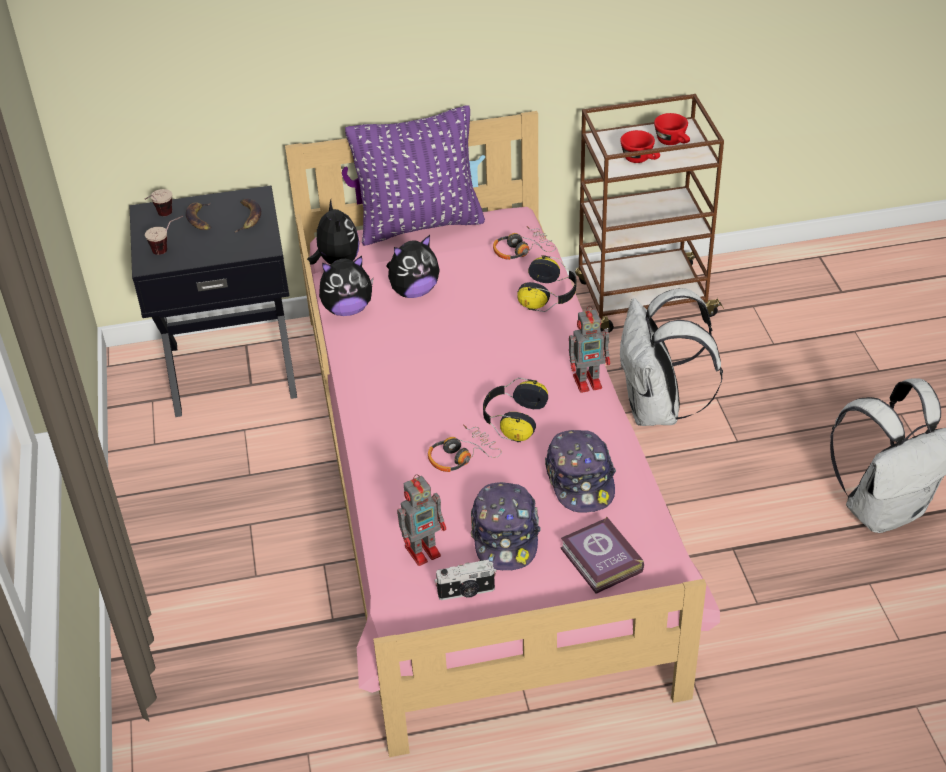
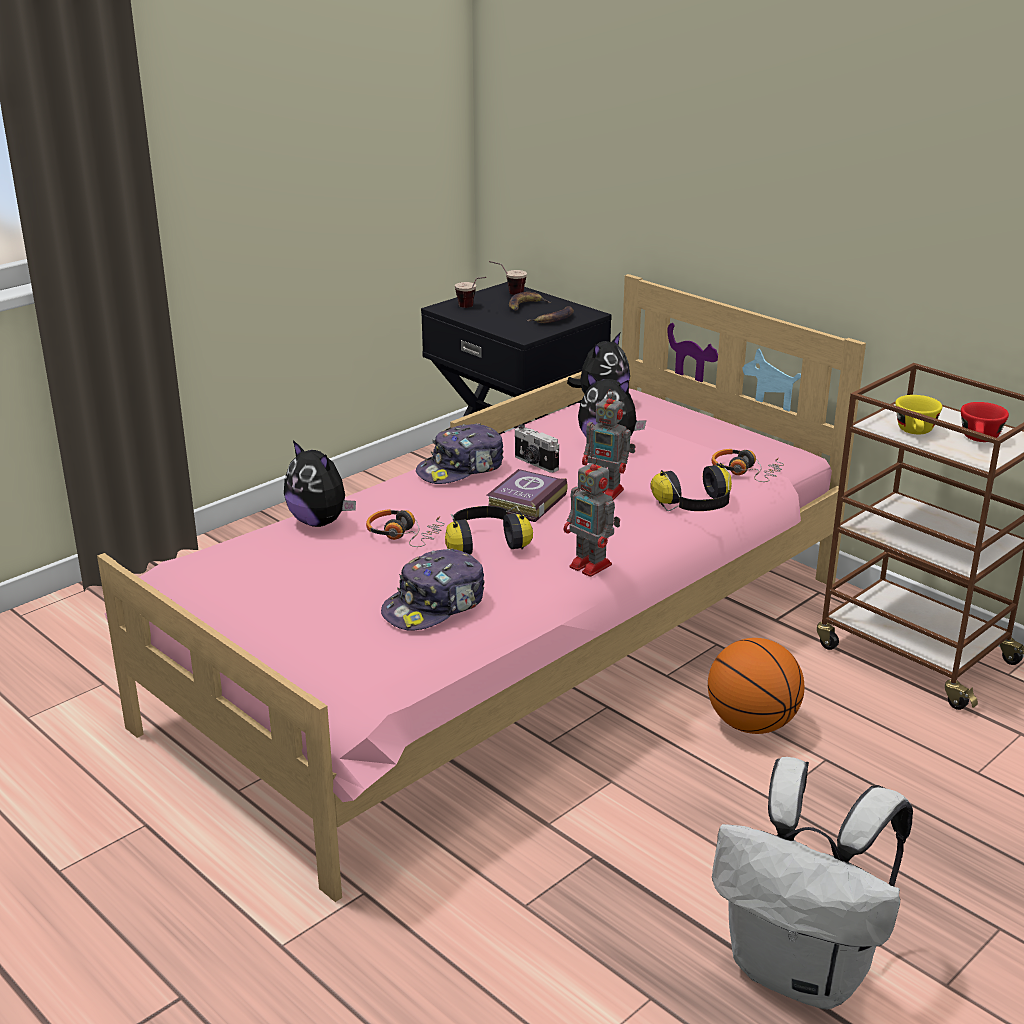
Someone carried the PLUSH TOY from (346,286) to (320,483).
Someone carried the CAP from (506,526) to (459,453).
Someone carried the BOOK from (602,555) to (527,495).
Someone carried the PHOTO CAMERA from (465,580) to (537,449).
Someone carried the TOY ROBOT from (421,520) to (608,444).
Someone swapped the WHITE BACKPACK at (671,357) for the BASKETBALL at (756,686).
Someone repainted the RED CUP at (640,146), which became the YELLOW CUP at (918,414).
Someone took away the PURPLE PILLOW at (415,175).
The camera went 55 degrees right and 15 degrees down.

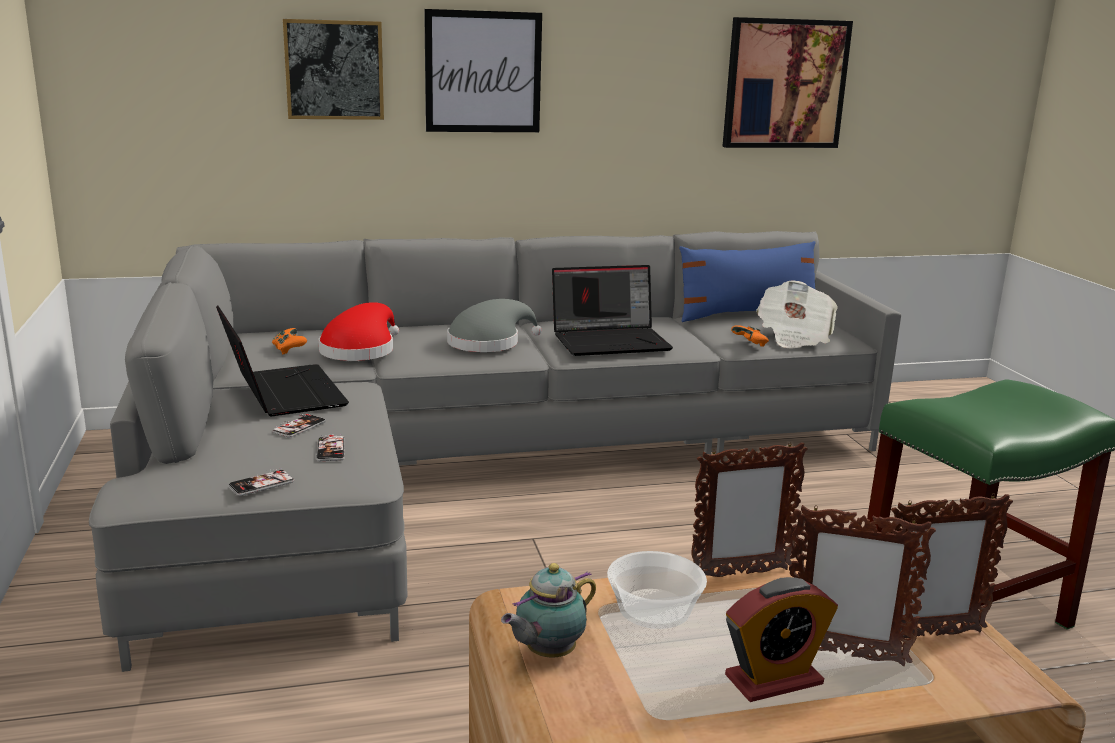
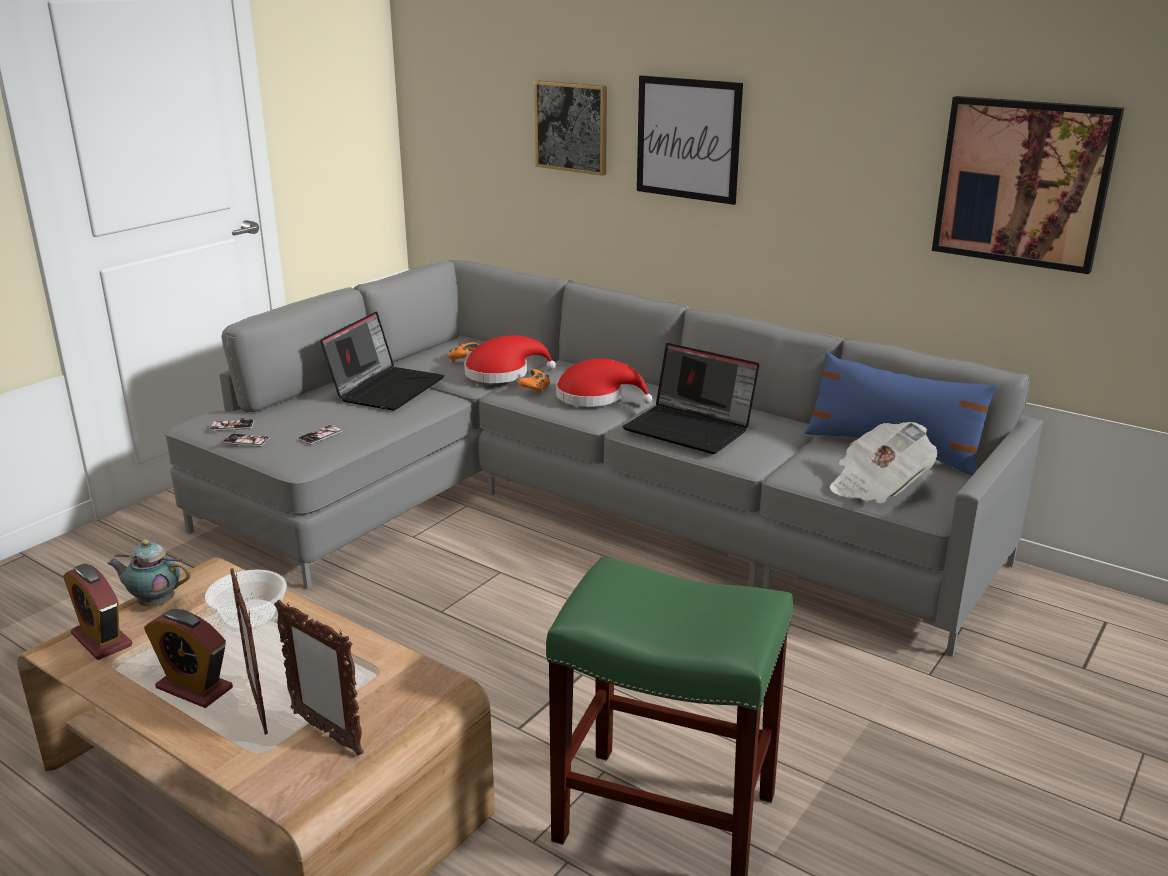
Someone put down the ALARM CLOCK at (97,612).
Someone carried the PHONE from (299,426) to (231,424).
Someone carried the ORANGE GAME CONTROLLER from (750,336) to (534,381).
Someone repainted the GREY HAT at (494,325), which became the RED HAT at (604,382).
Someone took away the PICTURE FRAME at (749,509).
The camera went 50 degrees right and 5 degrees up.

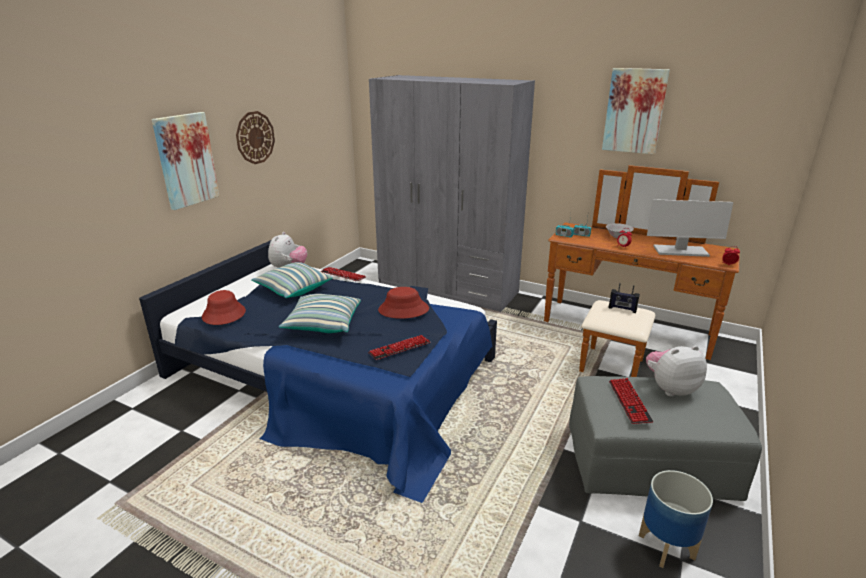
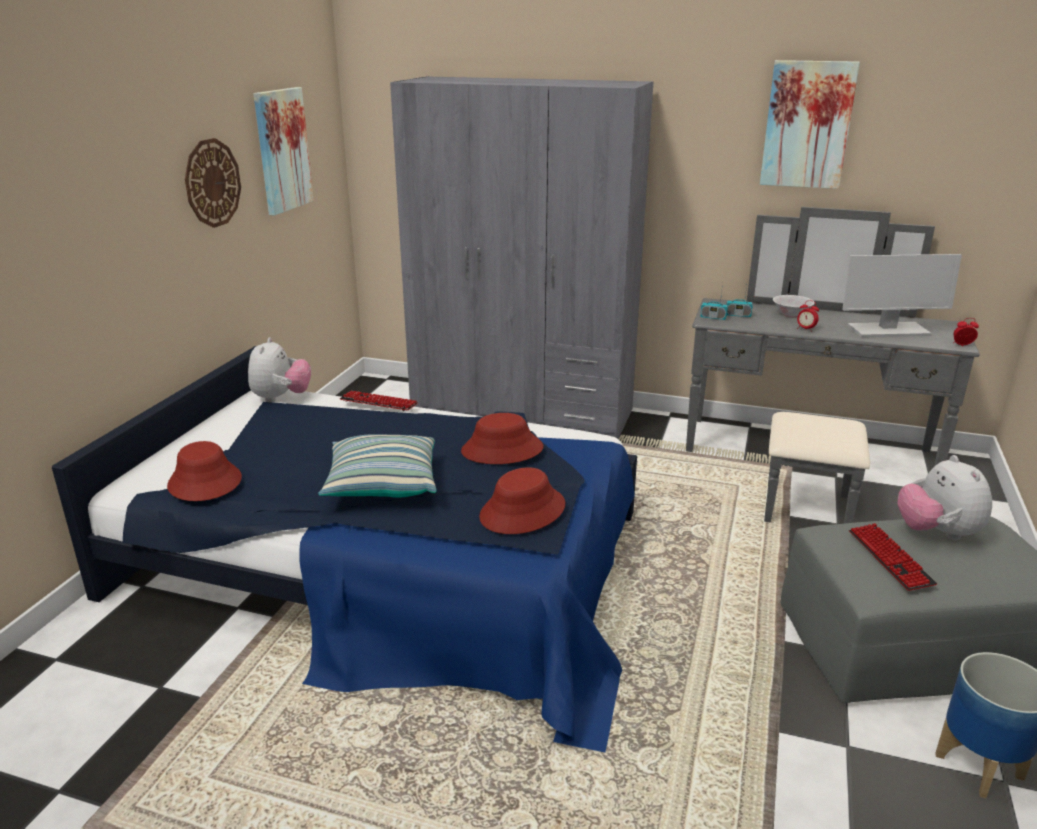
Someone carried the PICTURE from (185,161) to (283,151).
Someone swapped the KEYBOARD at (399,347) for the RED HAT at (522,500).
Someone repainted the BROWN DRESSER at (642,271), which became the GREY DRESSER at (833,365).
Someone rotated the PLUSH TOY at (676,371) by 75 degrees counterclockwise.
Someone took away the PILLOW at (292,280).
Someone took away the RADIO at (624,298).
The camera went 10 degrees left and 0 degrees up.

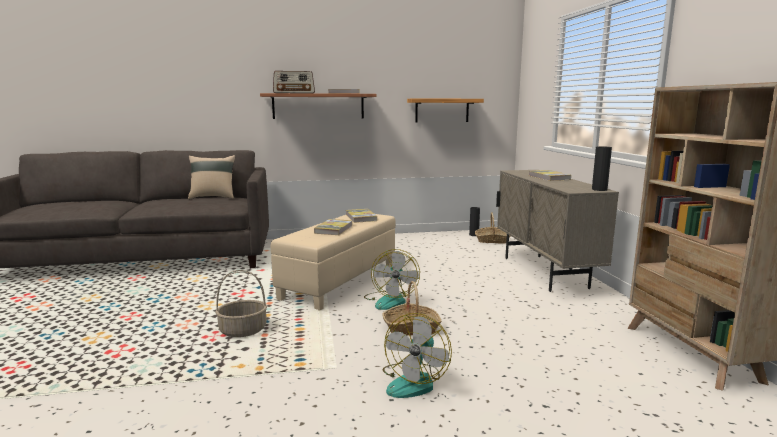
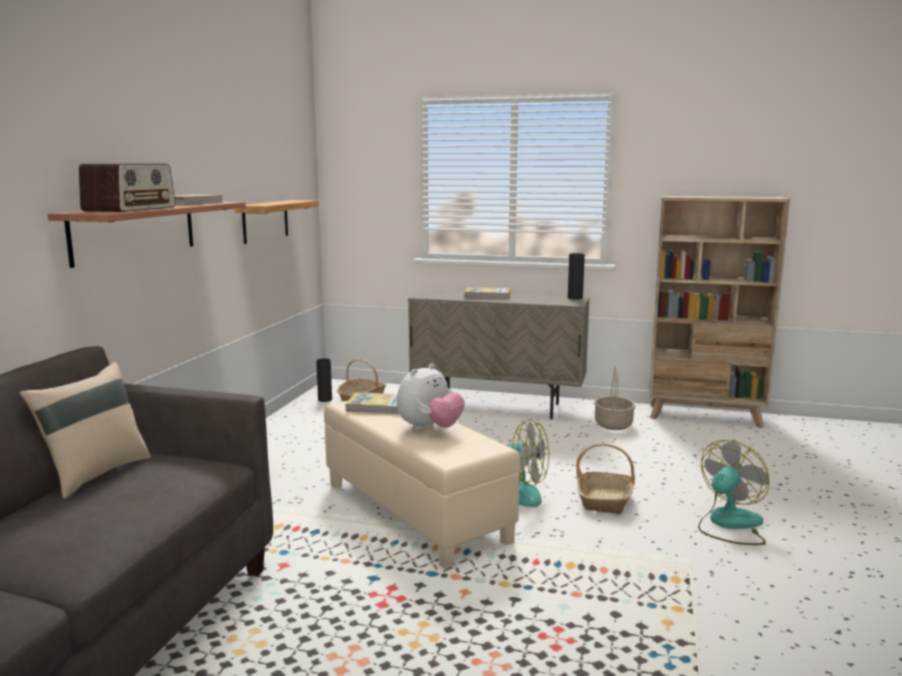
Someone swapped the BOOK at (333,227) for the PLUSH TOY at (431,397).
Someone carried the BASKET from (241,303) to (615,398).
Someone rotated the FAN at (417,355) by 90 degrees counterclockwise.
The camera went 65 degrees left and 0 degrees up.

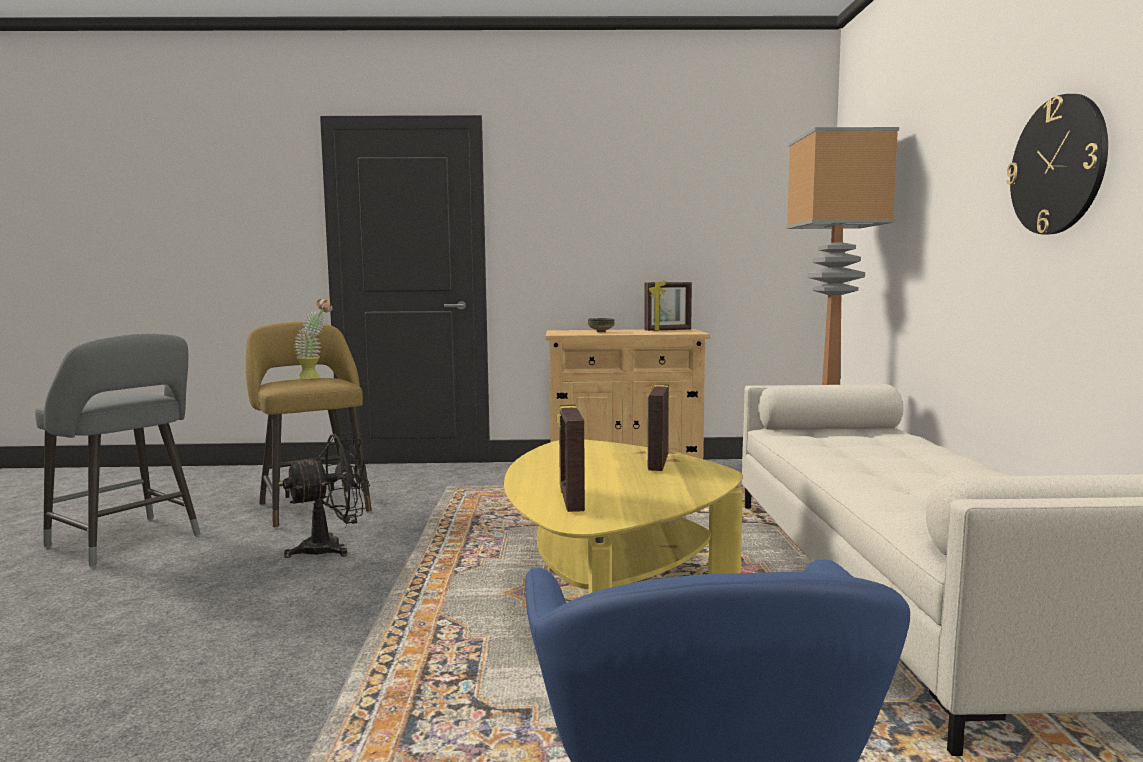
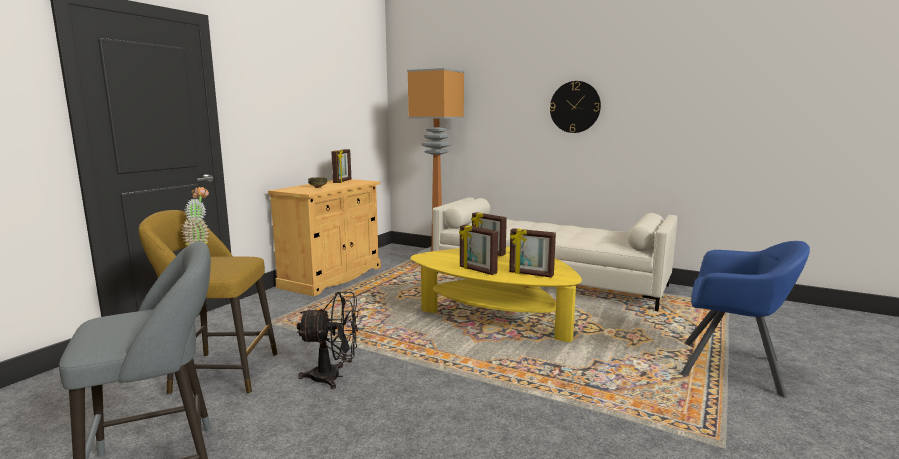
Someone rotated the BLACK FAN at (326,495) by 90 degrees clockwise.
Someone put down the PICTURE FRAME at (478,250).
The camera went 60 degrees left and 5 degrees up.

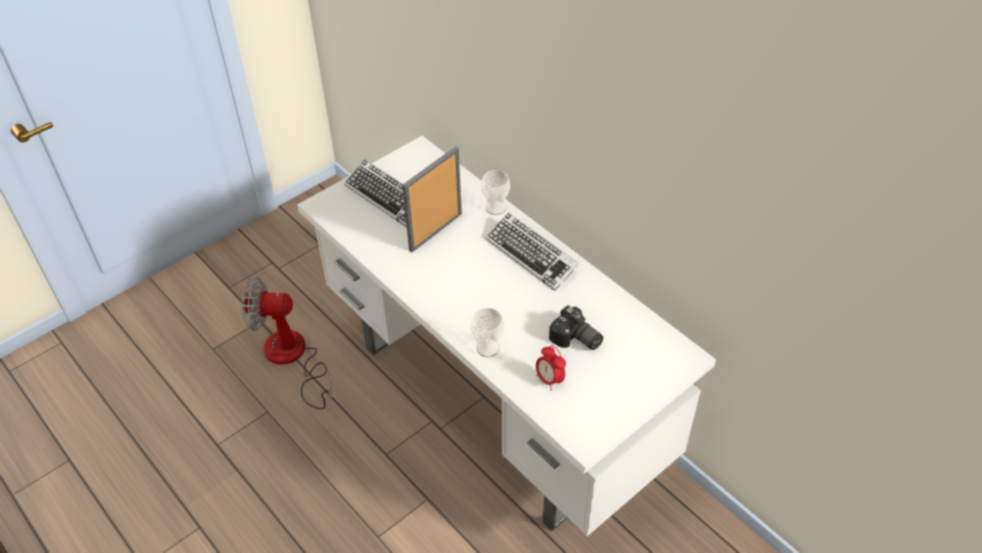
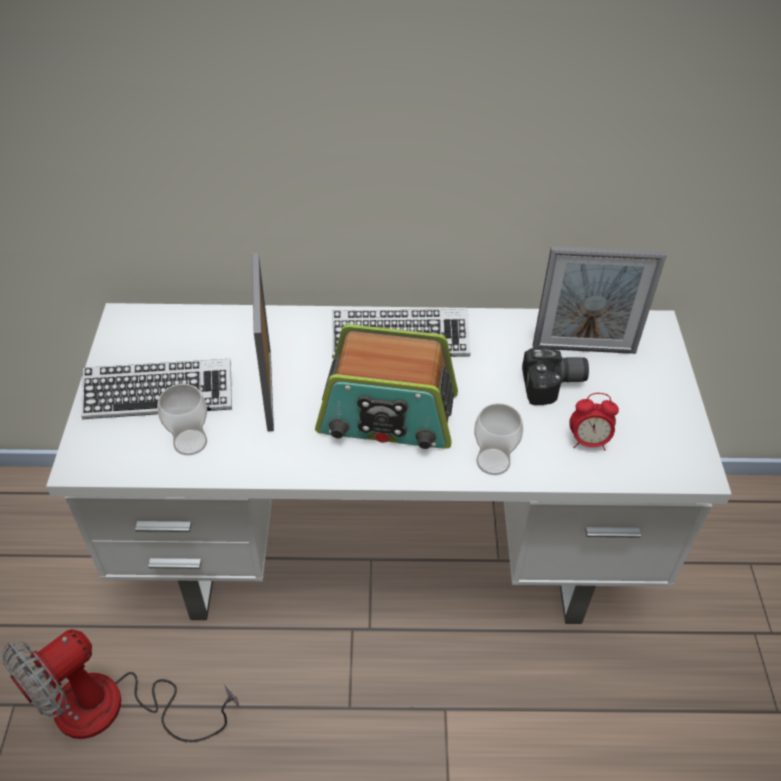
Someone carried the CUP from (495,192) to (182,419).
Someone put down the RADIO at (386,386).
Someone put down the PICTURE FRAME at (600,300).
The camera went 50 degrees left and 0 degrees up.

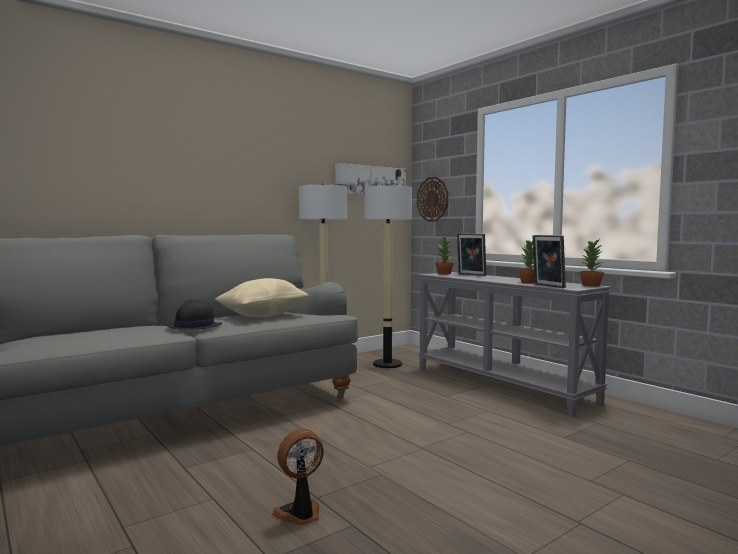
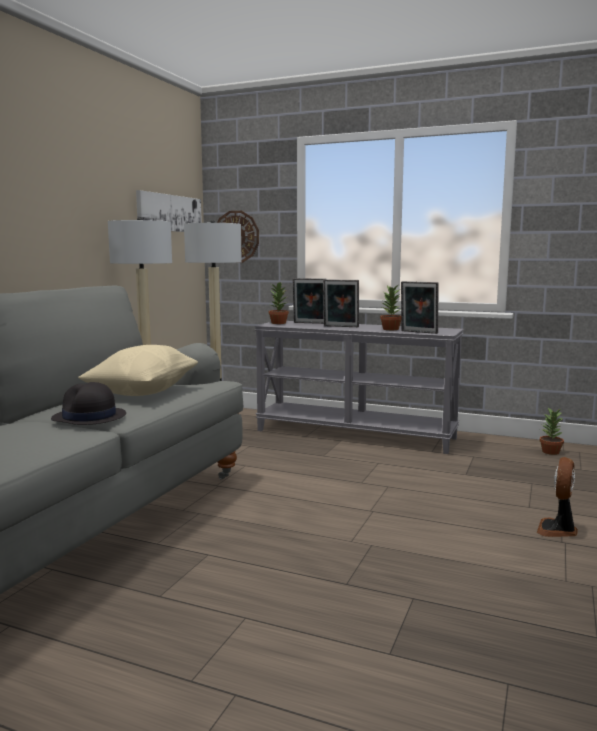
Someone put down the PICTURE FRAME at (341,303).
Someone carried the FAN from (298,477) to (557,497).
Someone carried the POTTED PLANT from (591,263) to (552,431).
The camera went 30 degrees left and 5 degrees up.

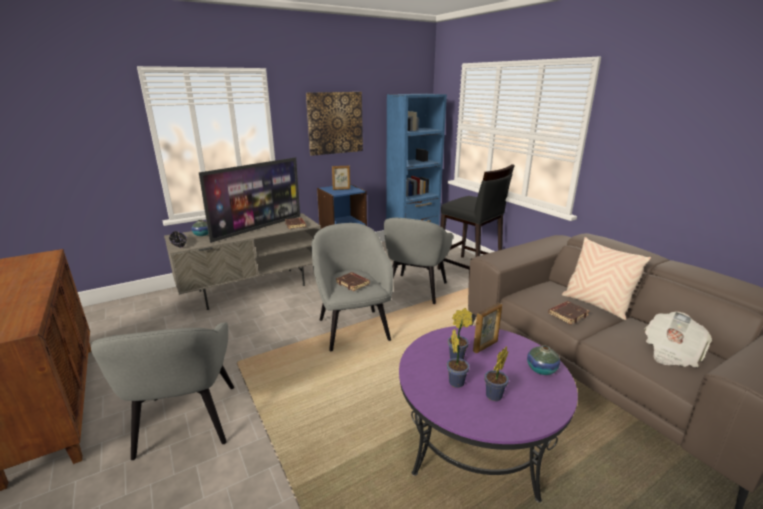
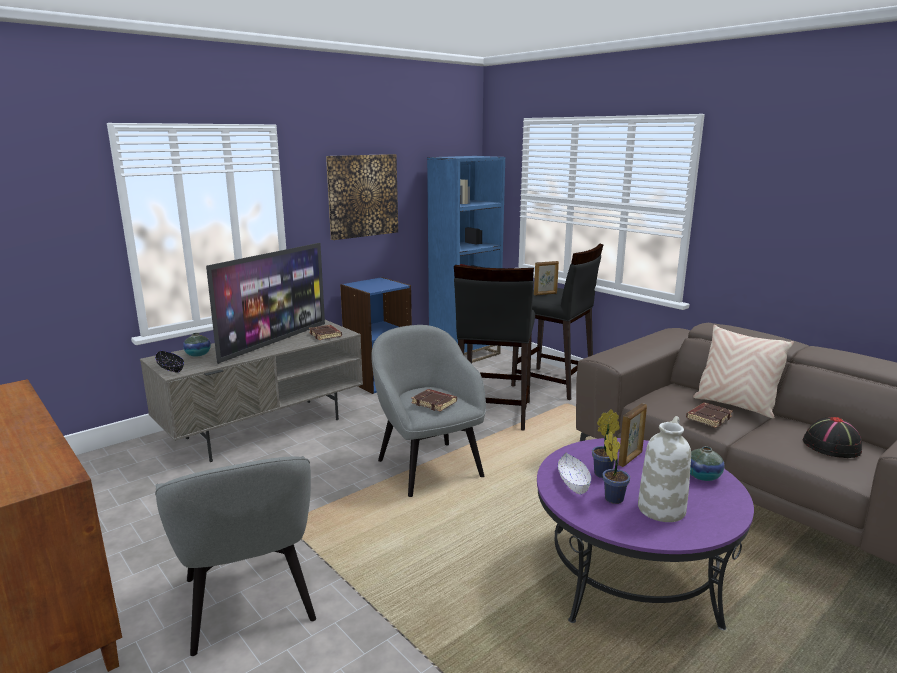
Someone swapped the GREY ARMCHAIR at (418,261) for the BLACK STOOL at (494,348).
Someone carried the PICTURE FRAME from (341,178) to (546,278).
Someone put down the WHITE BOWL at (574,474).
Someone swapped the POTTED PLANT at (496,373) for the WHITE VASE at (664,469).
Someone swapped the NEWSPAPER at (678,339) for the BLACK HAT at (832,437).
The camera went 10 degrees left and 5 degrees down.

